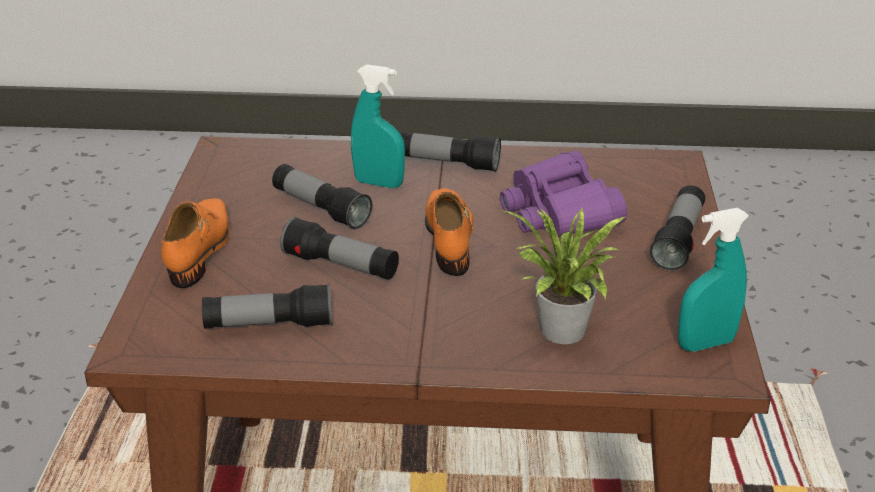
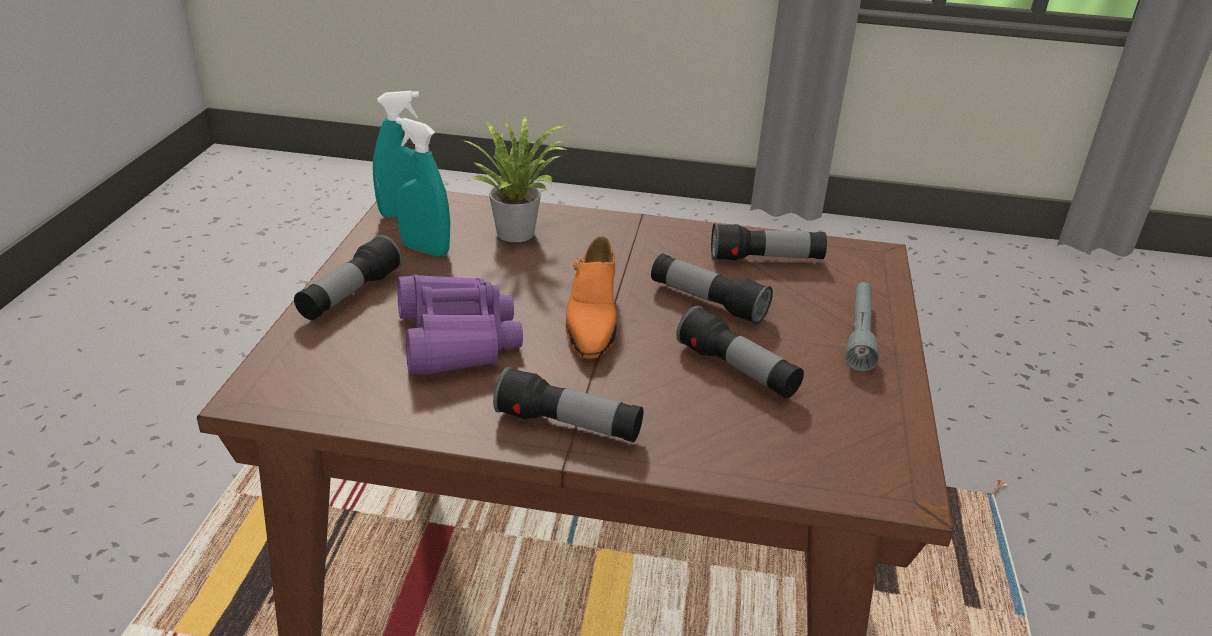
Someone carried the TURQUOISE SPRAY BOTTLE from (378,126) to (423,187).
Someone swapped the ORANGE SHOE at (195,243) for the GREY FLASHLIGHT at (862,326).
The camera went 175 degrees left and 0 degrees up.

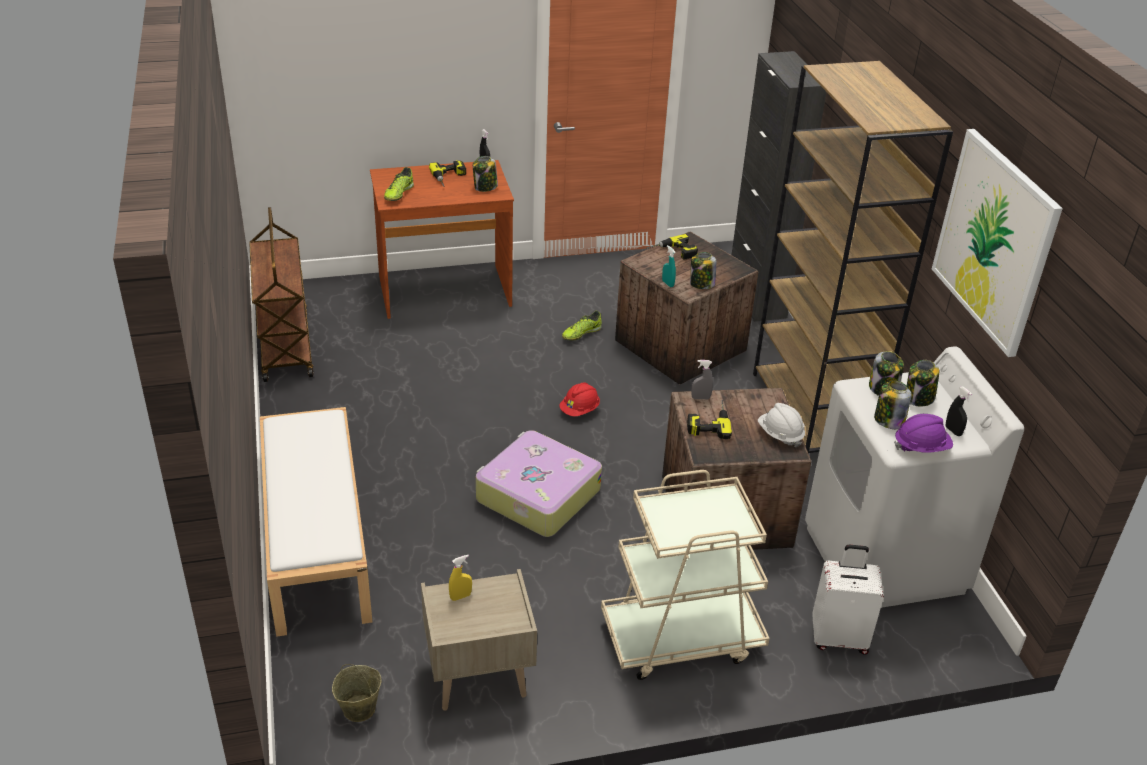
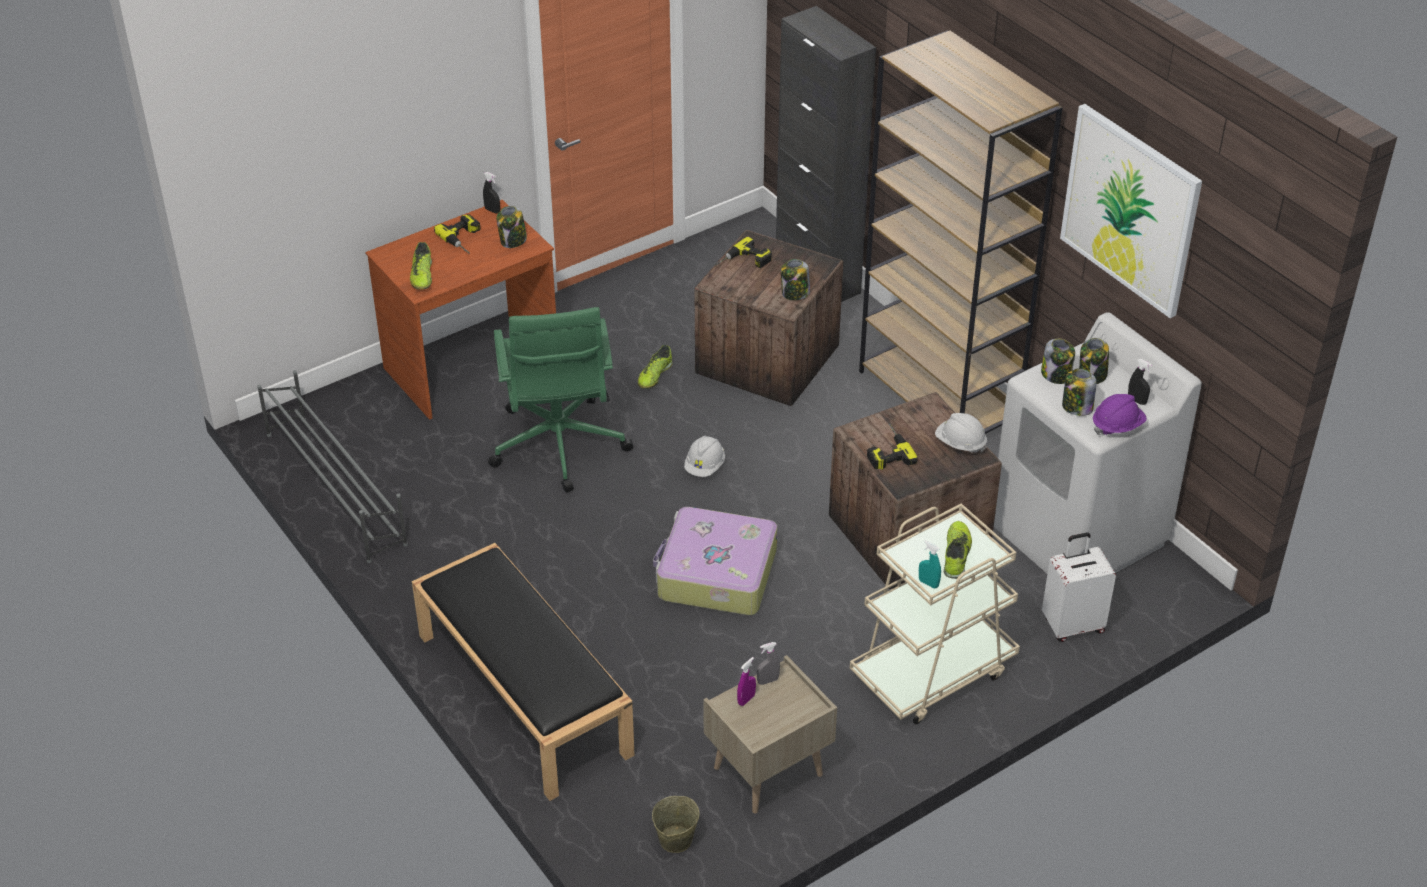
Someone swapped the BROWN CART at (281,294) for the GREY SHOE RACK at (332,466).
Someone repainted the WHITE BENCH at (316,522), which became the BLACK BENCH at (523,672).
Someone put down the GREEN OFFICE CHAIR at (560,399).
Someone repainted the RED HARD HAT at (579,399), which became the WHITE HARD HAT at (704,456).
Someone repainted the YELLOW SPRAY BOTTLE at (460,578), which became the PURPLE SPRAY BOTTLE at (746,681).
Someone carried the GREY SPRAY BOTTLE from (702,379) to (768,663).
Someone carried the TURQUOISE SPRAY BOTTLE from (669,266) to (930,564).
Someone put down the SHOE at (958,550).
The camera went 20 degrees left and 5 degrees up.

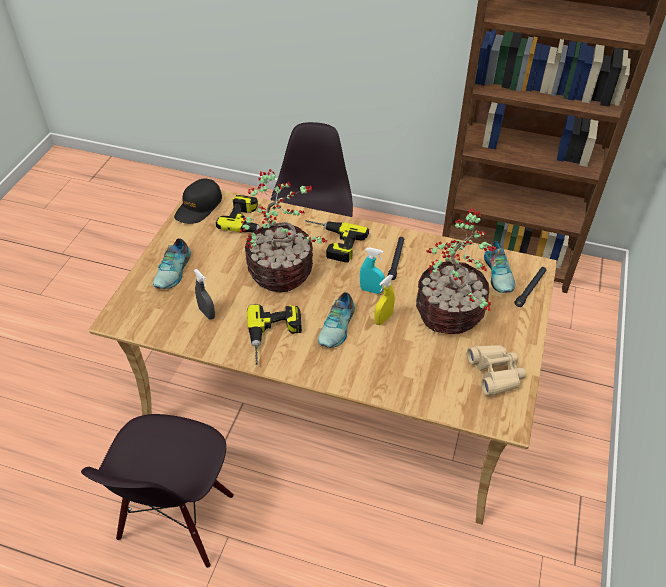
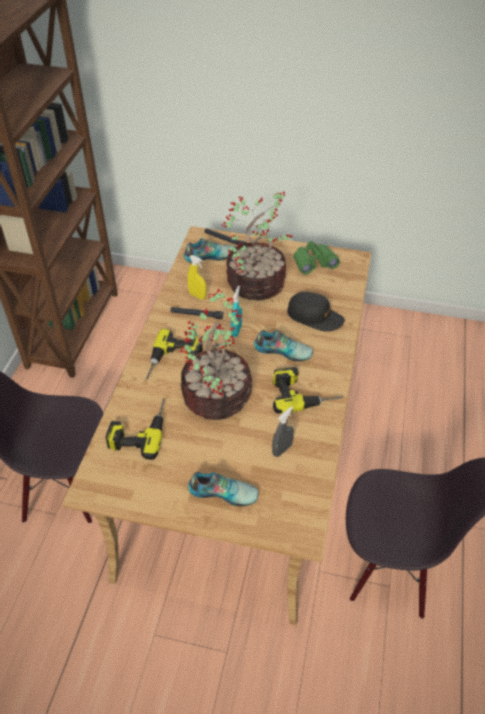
Someone carried the YELLOW SPRAY BOTTLE from (384,300) to (197,277).
Someone carried the BLACK CAP from (198,201) to (316,311).
Someone repainted the BEIGE BINOCULARS at (496,370), which became the GREEN BINOCULARS at (316,258).
The camera went 95 degrees left and 0 degrees up.

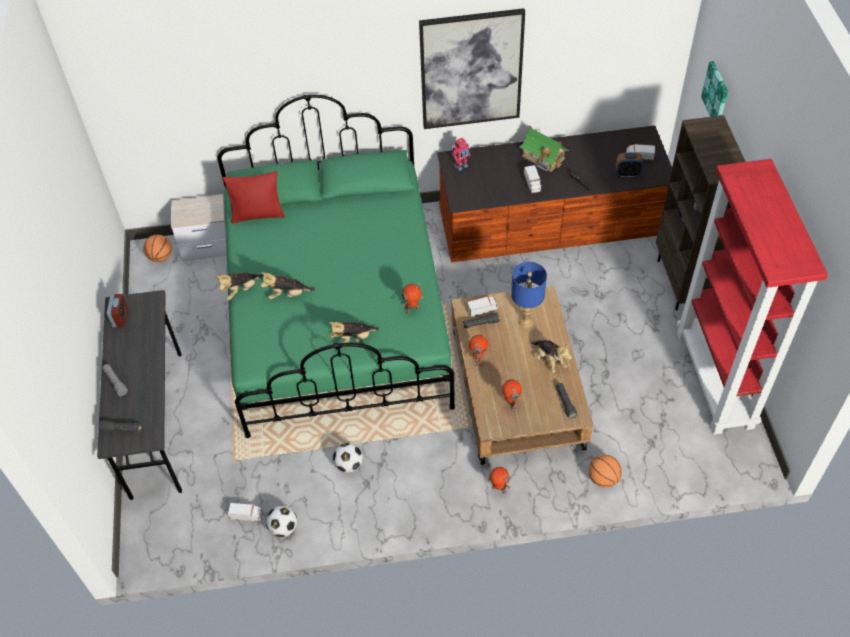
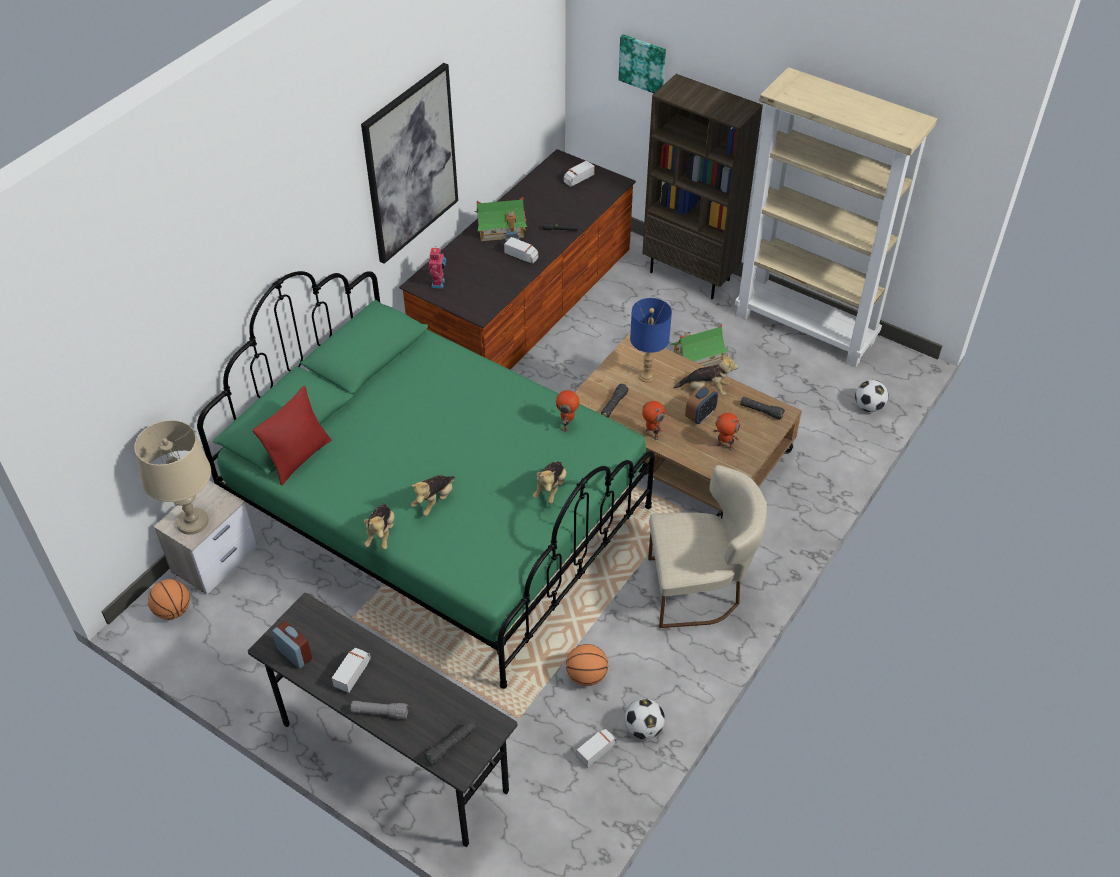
Someone put down the BEIGE TABLE LAMP at (172,477).
Someone carried the TOY TRUCK from (482,307) to (351,670).
Someone carried the BASKETBALL from (605,471) to (587,665).
Someone put down the BEIGE CHAIR at (707,546).
Someone put down the TOY HOUSE at (699,345).
Someone carried the ALARM CLOCK from (629,165) to (701,404).
Someone repainted the RED BOOKCASE at (752,297), which became the BEIGE BOOKCASE at (836,217).
Someone carried the FOOTBALL from (348,458) to (872,396).
Someone took away the TOY ROBOT at (499,480).
The camera went 50 degrees left and 5 degrees down.

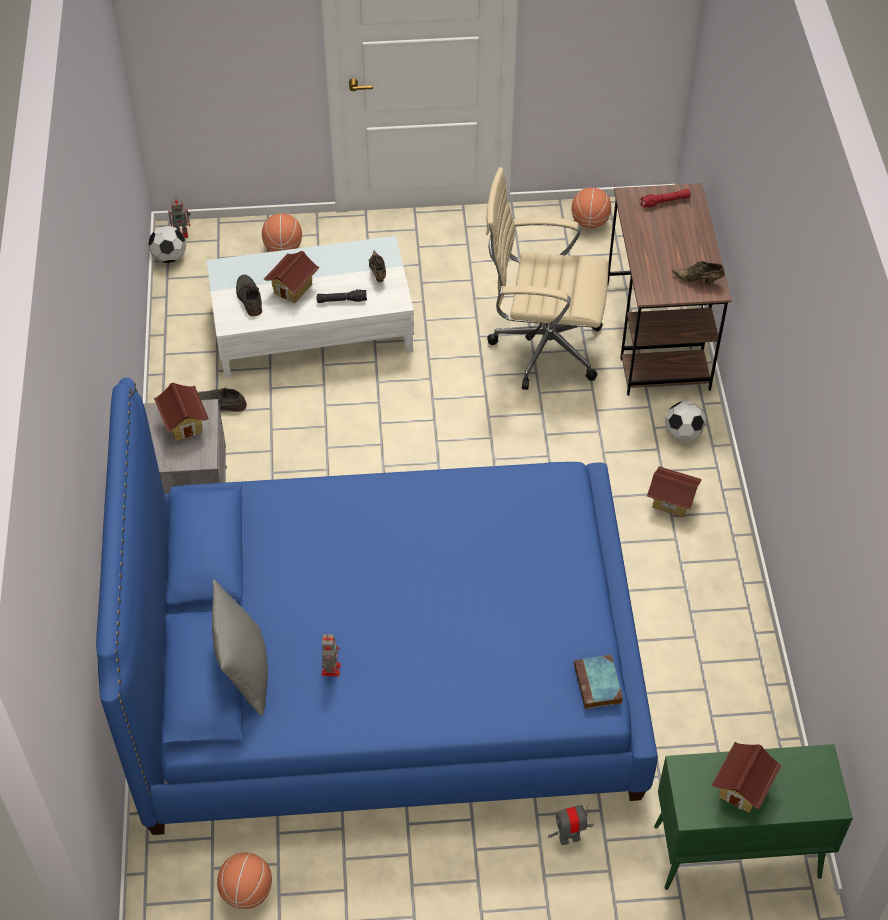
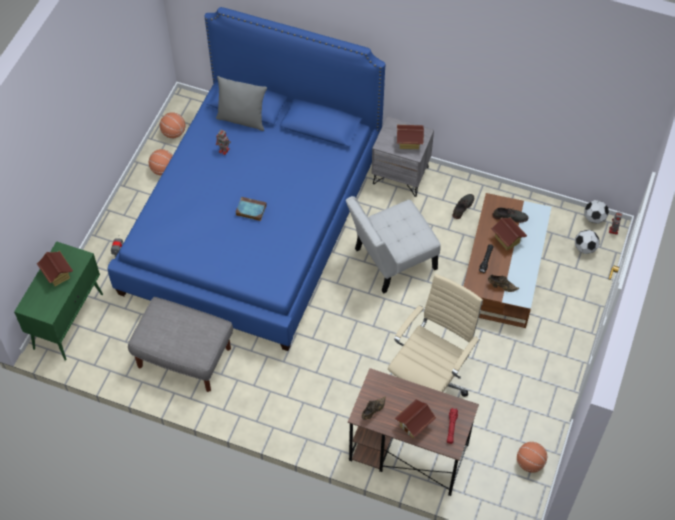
Someone put down the GREY OTTOMAN at (180,344).
Someone carried the BASKETBALL from (282,232) to (161,162).
Someone carried the BOOK from (598,682) to (251,209).
Someone put down the WHITE CHAIR at (393,245).
Someone carried the TOY HOUSE from (674,492) to (415,418).
Someone repainted the WHITE COFFEE TABLE at (310,307), which became the BROWN COFFEE TABLE at (507,260).
Someone carried the FOOTBALL from (685,421) to (587,242).
The camera went 115 degrees right and 5 degrees up.

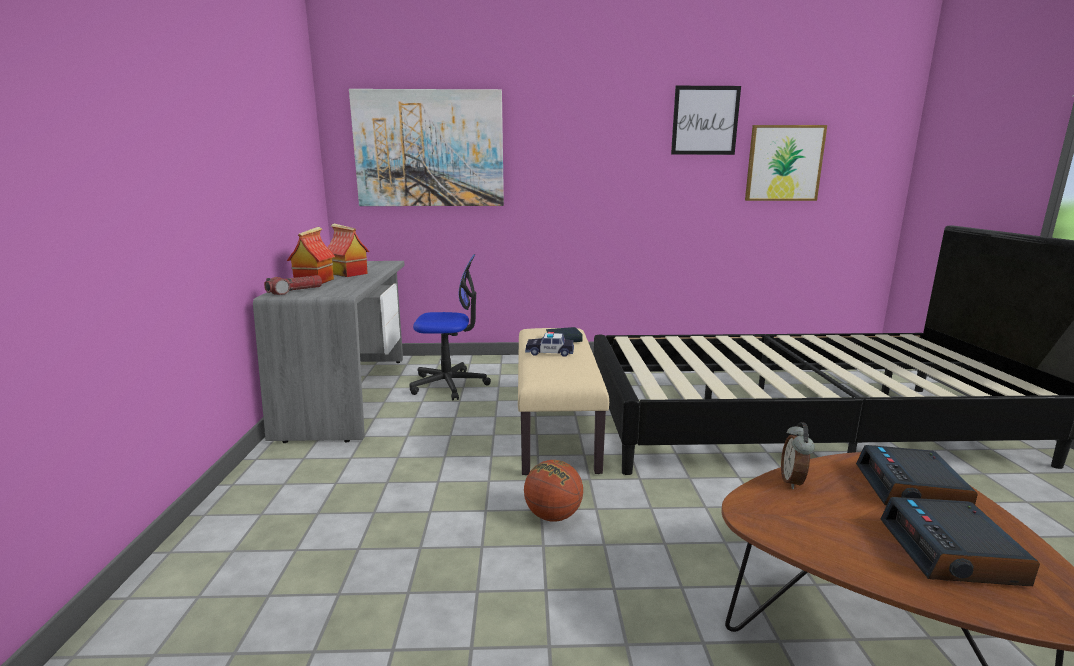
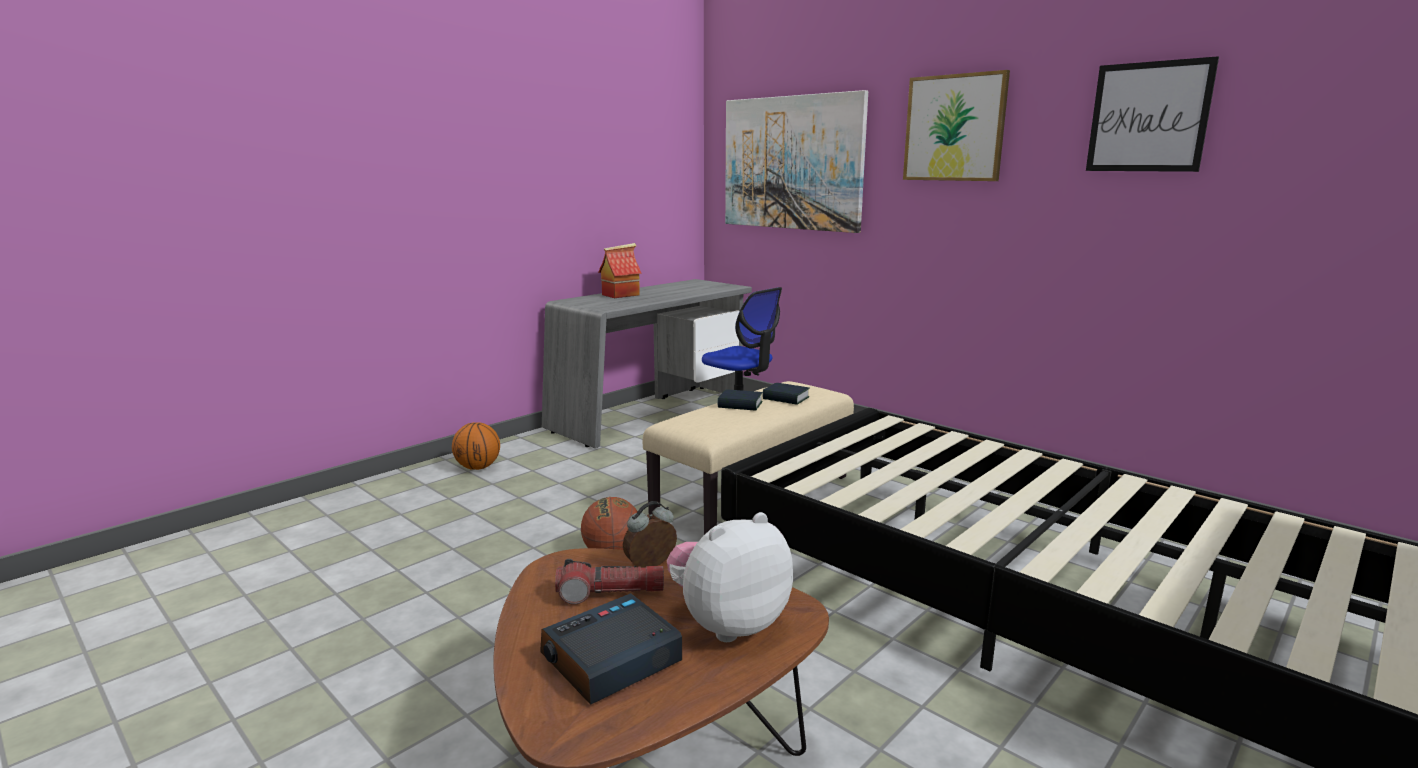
Someone put down the BASKETBALL at (476,446).
Someone carried the FLASHLIGHT from (293,285) to (609,581).
Someone swapped the ALARM CLOCK at (917,475) for the PLUSH TOY at (730,577).
Someone swapped the TOY CAR at (549,344) for the BOOK at (740,400).
Someone carried the PICTURE from (786,163) to (956,125).
Someone took away the TOY HOUSE at (348,250).
The camera went 45 degrees right and 0 degrees up.

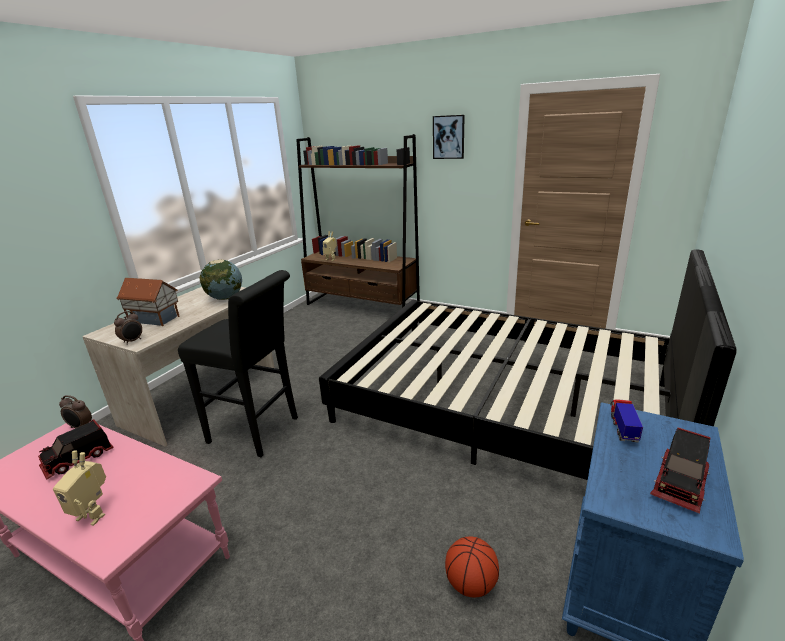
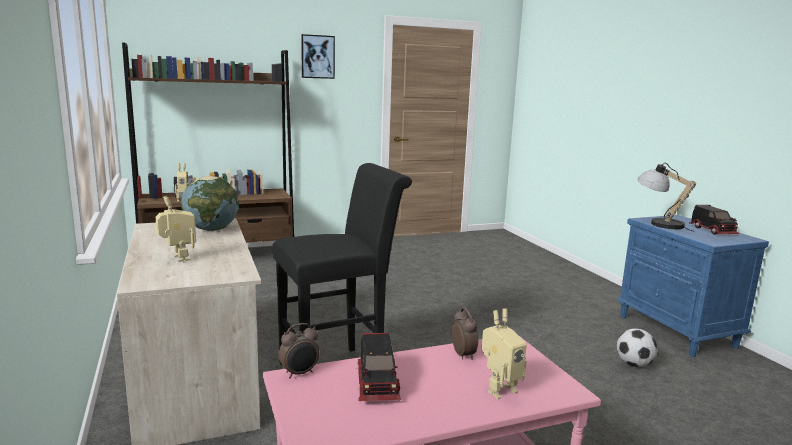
Someone swapped the TOY HOUSE at (148,302) for the TOY ROBOT at (176,229).
Someone carried the ALARM CLOCK from (128,328) to (465,333).
Someone swapped the BASKETBALL at (472,567) for the FOOTBALL at (637,347).
Someone swapped the TOY TRUCK at (627,421) for the TABLE LAMP at (667,197).
Someone took away the BLACK BED at (528,365).
The camera went 50 degrees left and 10 degrees down.

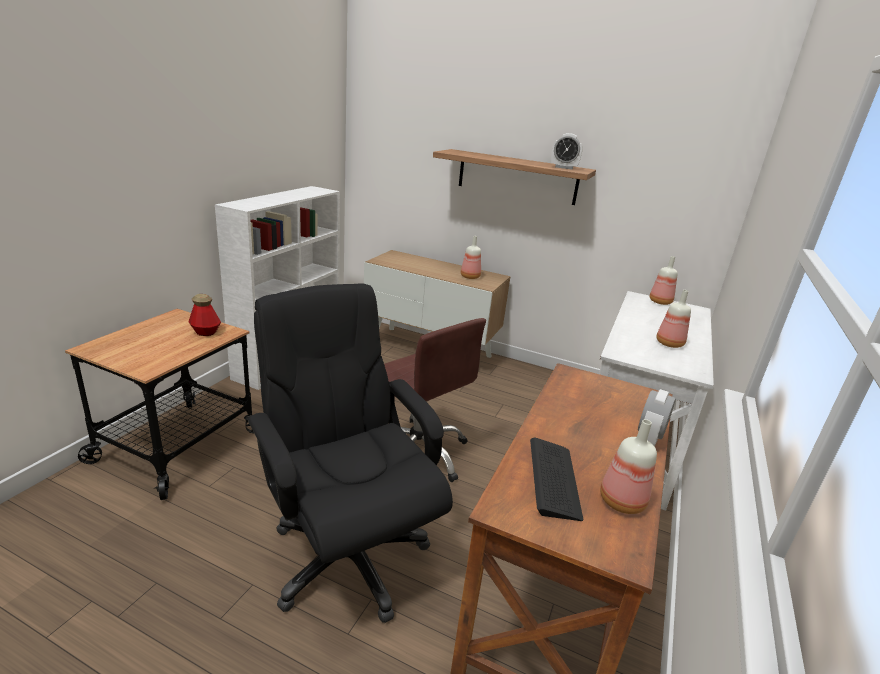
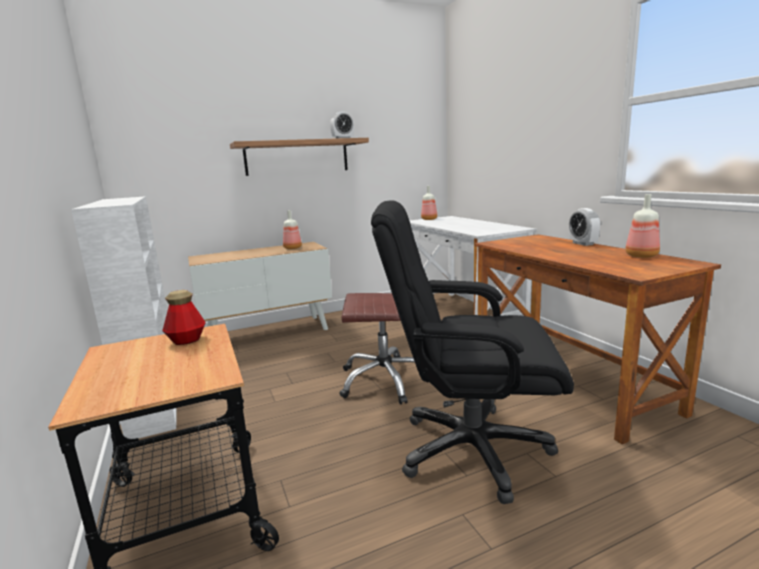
Someone took away the KEYBOARD at (556,479).
Someone took away the BOTTLE at (673,319).
The camera went 45 degrees left and 10 degrees down.

